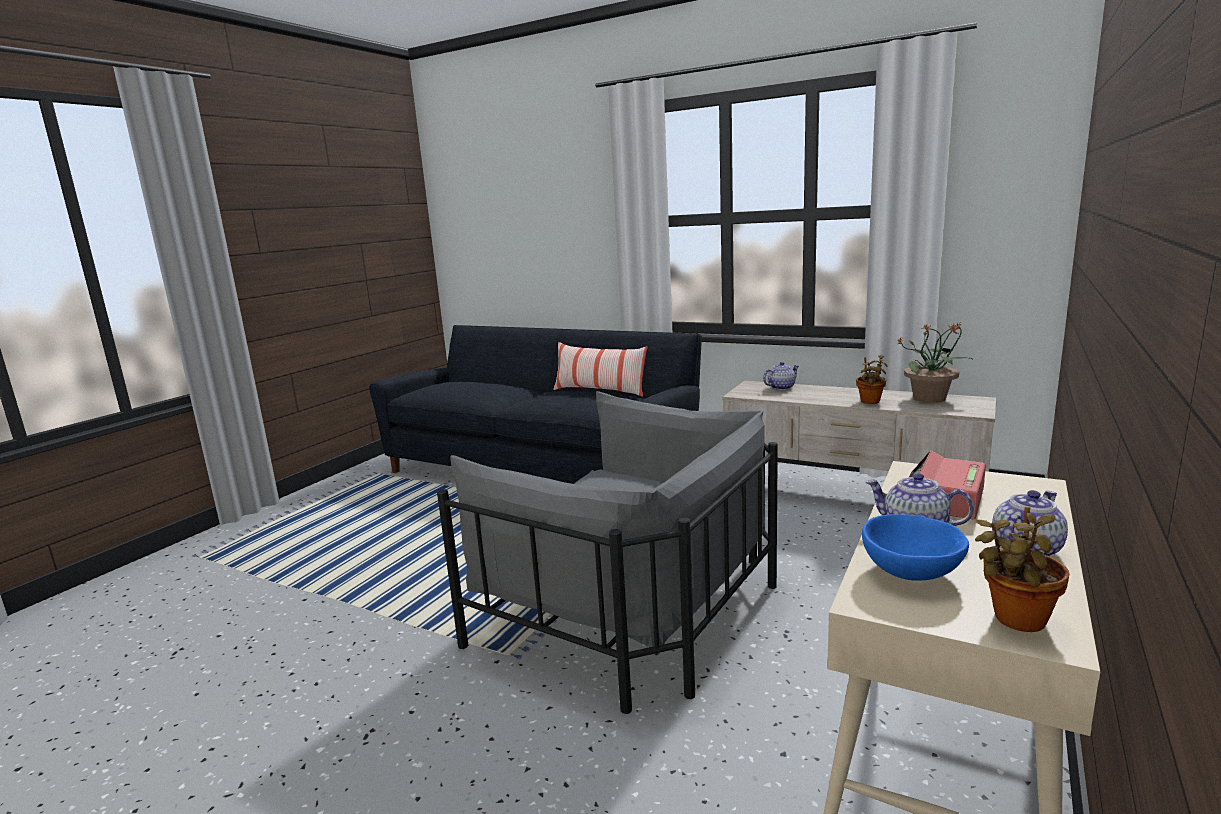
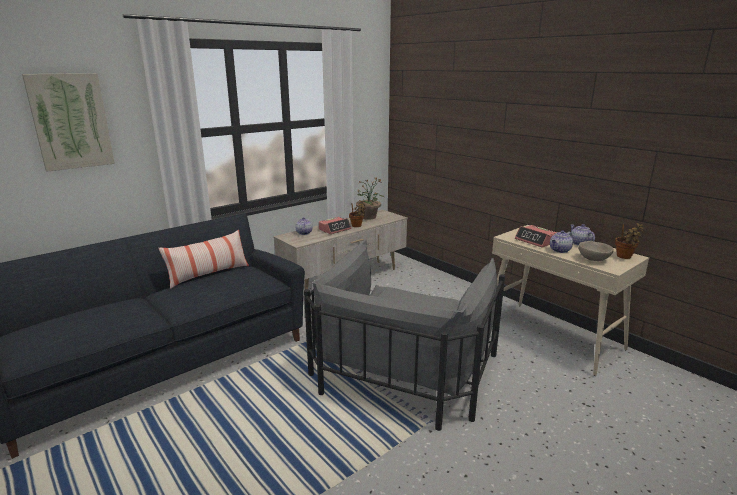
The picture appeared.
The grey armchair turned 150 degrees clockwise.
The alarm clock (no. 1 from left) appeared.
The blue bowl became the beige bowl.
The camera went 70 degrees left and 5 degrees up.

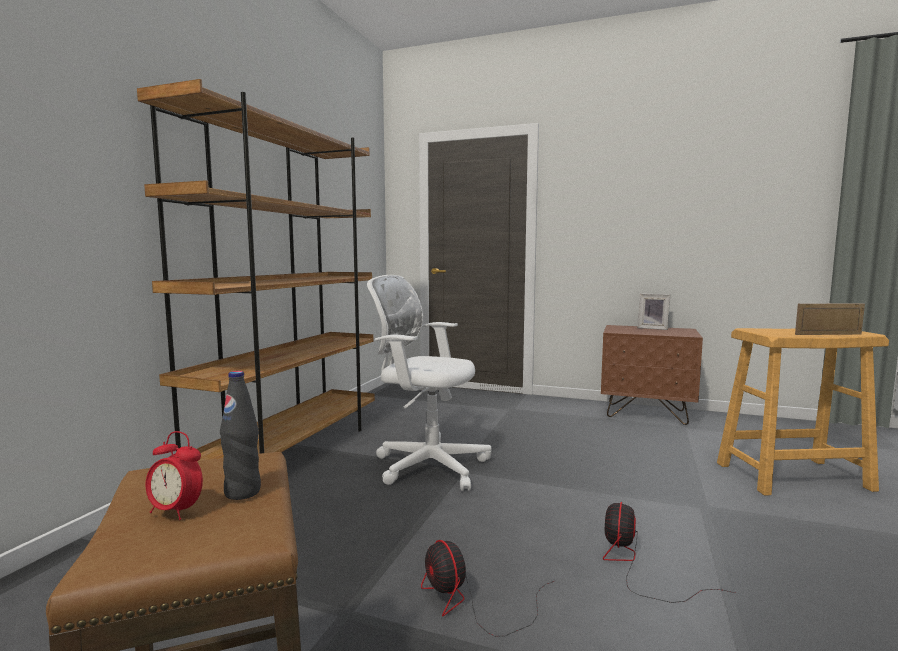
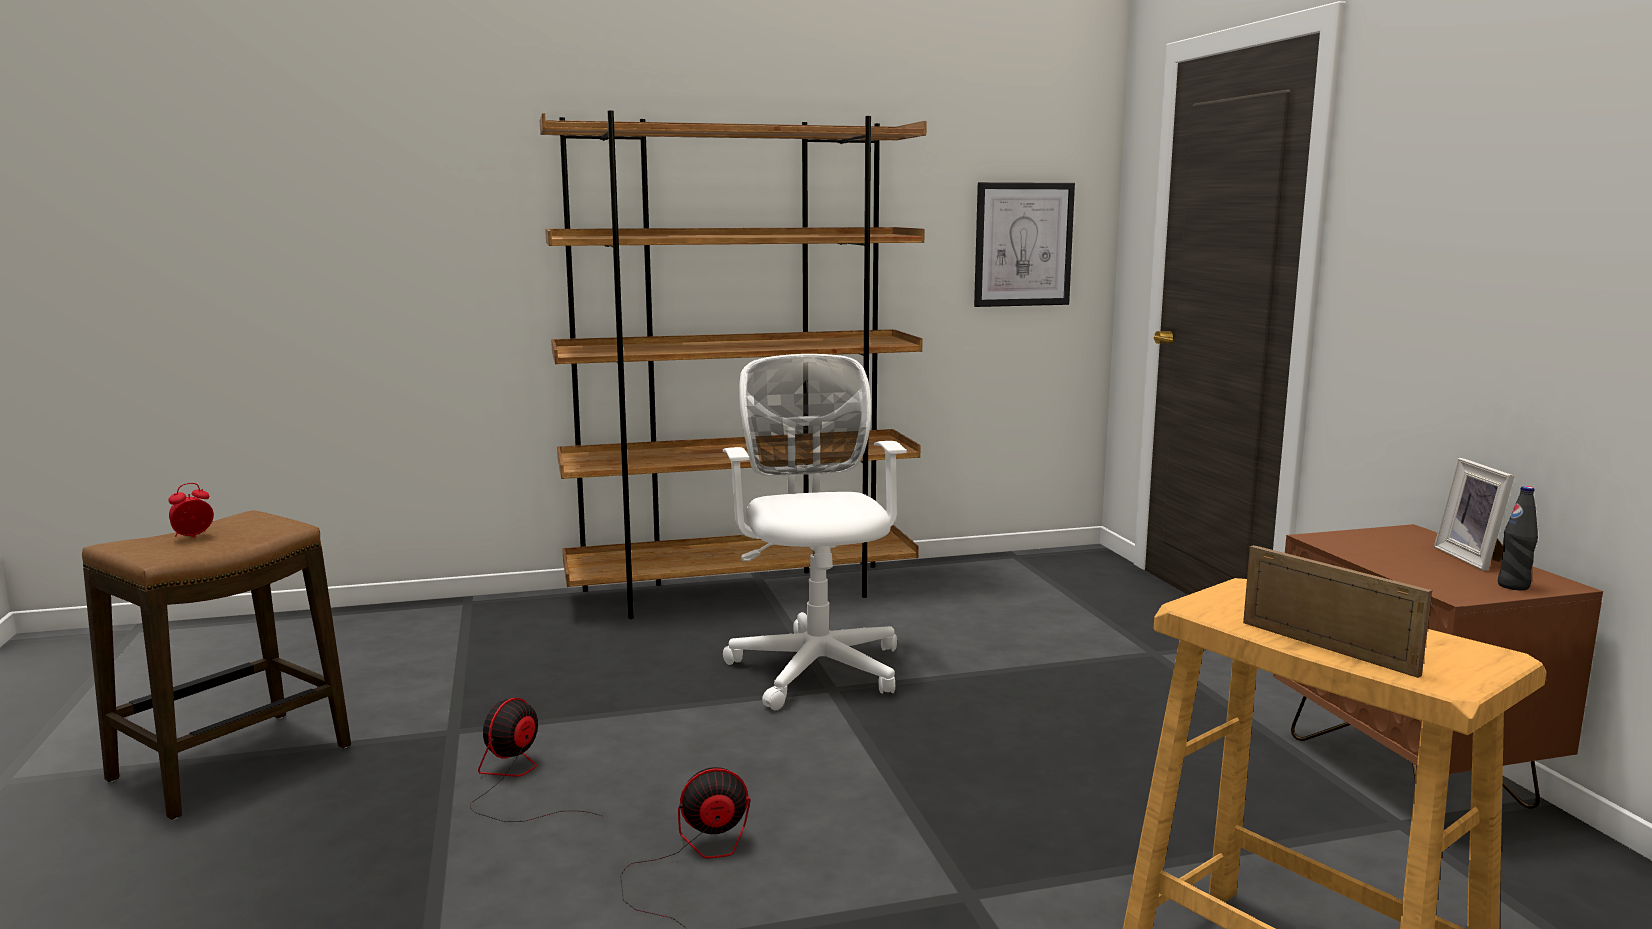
The alarm clock turned 60 degrees clockwise.
The picture appeared.
The black bottle moved.
The camera went 55 degrees right and 5 degrees up.

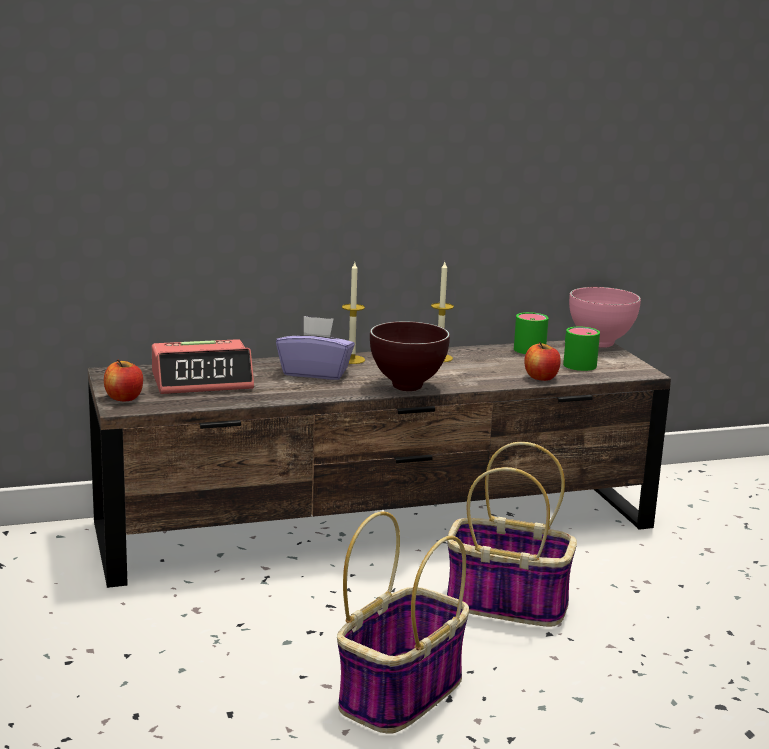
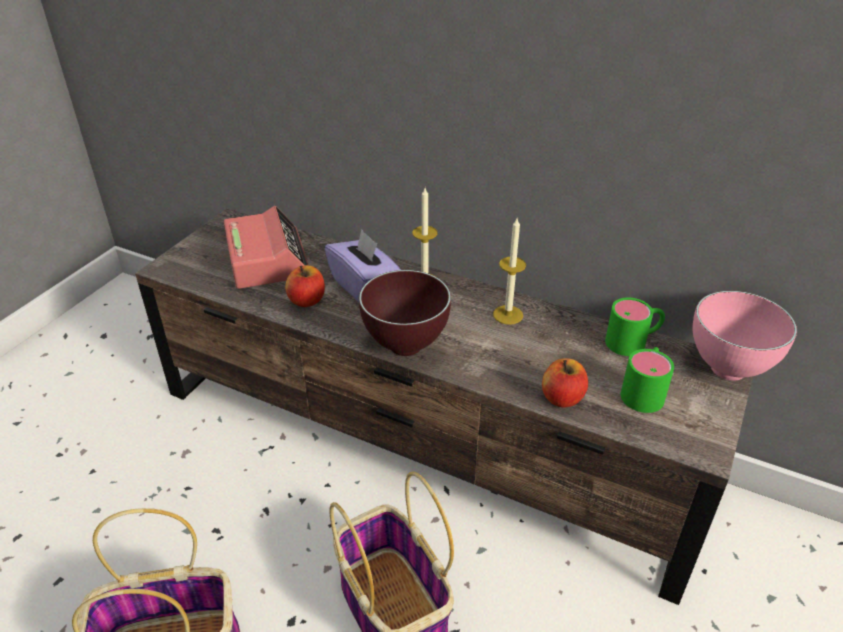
The alarm clock turned 135 degrees counterclockwise.
The apple (no. 1 from left) moved.
The camera went 45 degrees right and 20 degrees up.

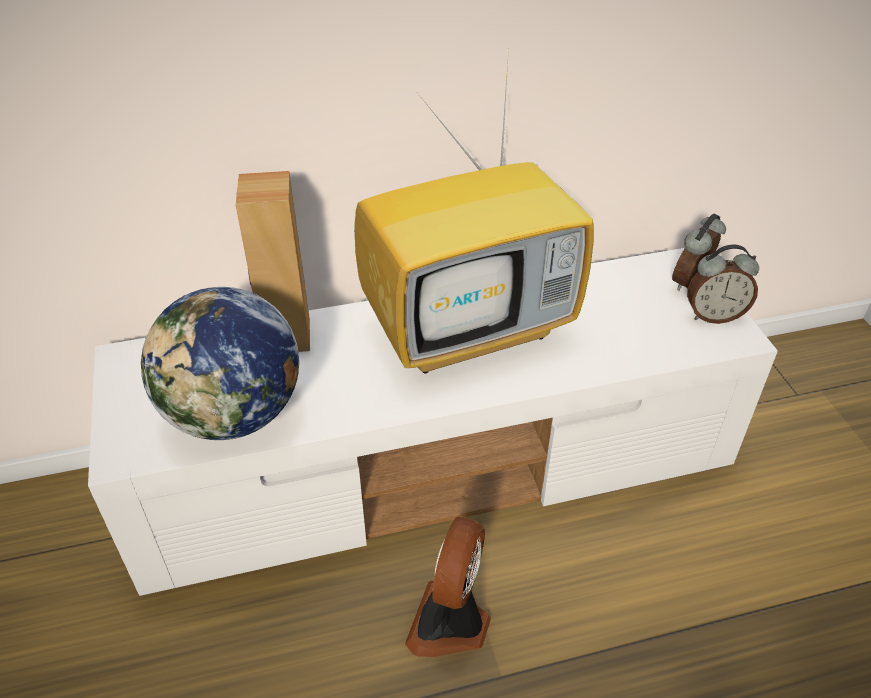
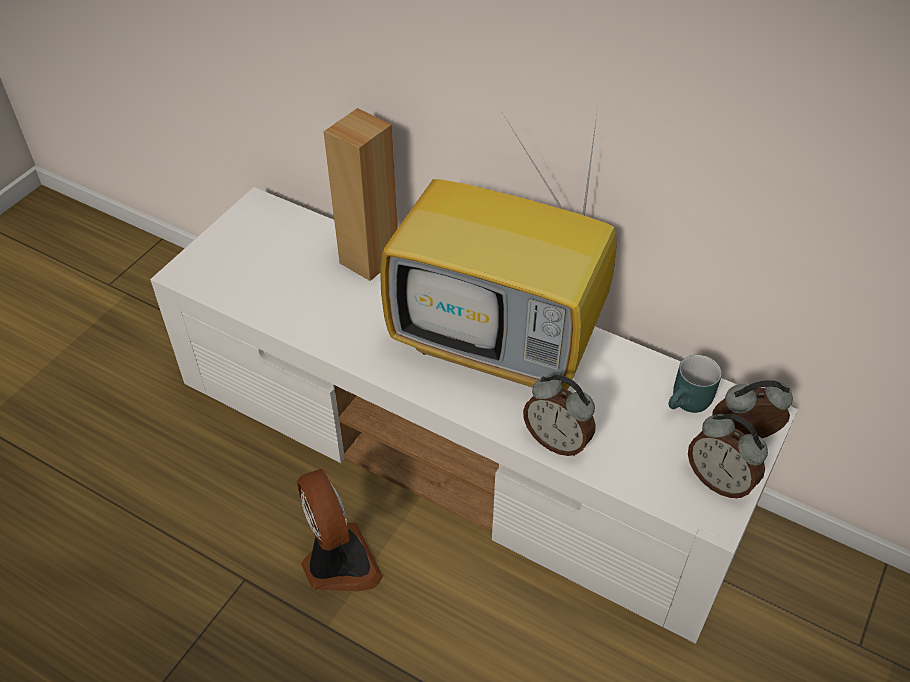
The fan turned 90 degrees clockwise.
The alarm clock (no. 1 from left) appeared.
The turquoise mug appeared.
The globe disappeared.
The camera went 45 degrees right and 5 degrees up.

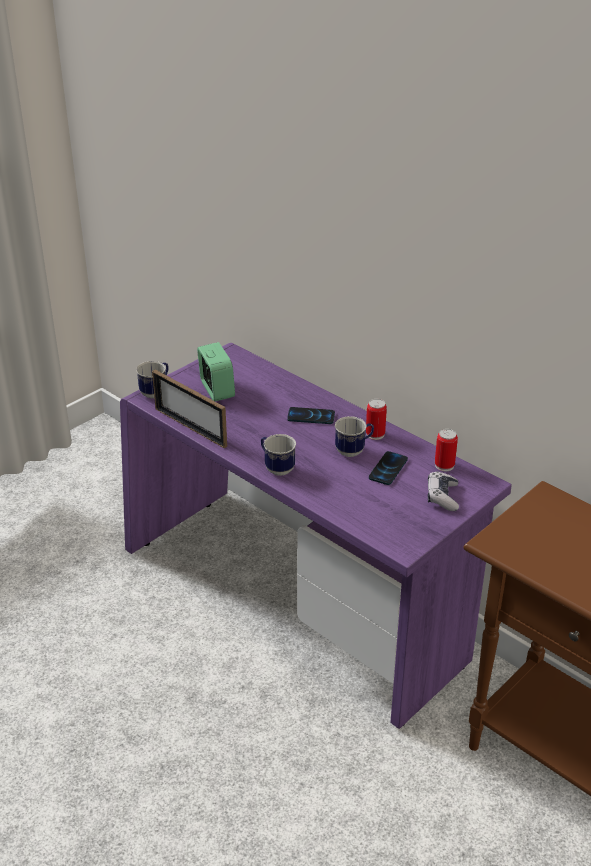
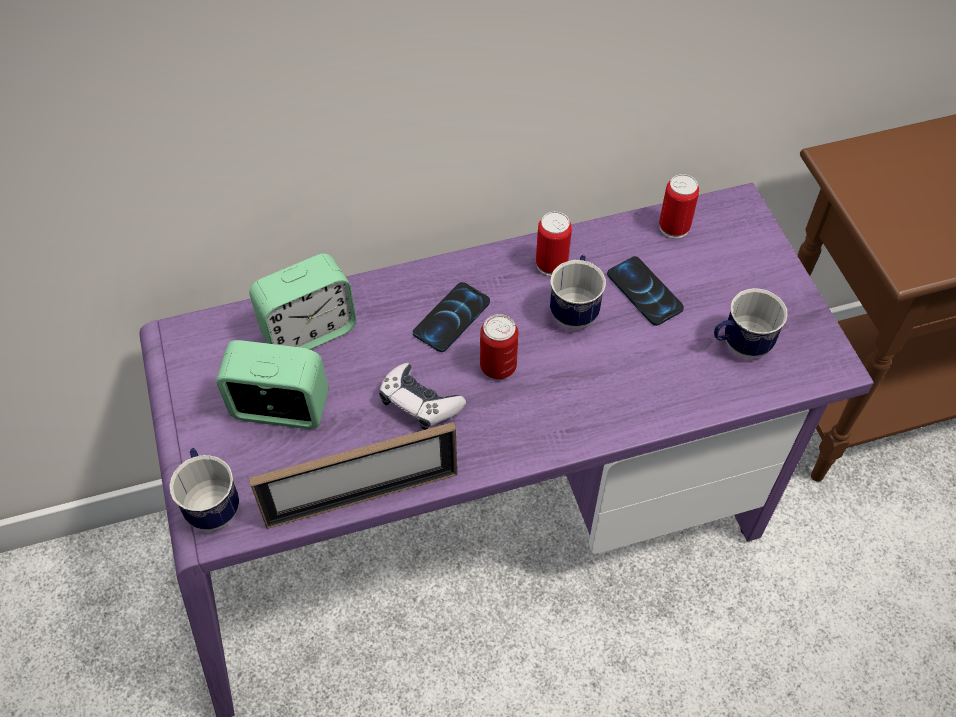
The alarm clock (no. 2 from left) appeared.
The game controller moved.
The can (no. 1 from left) appeared.
The mug (no. 2 from left in the first image) moved.
The camera went 60 degrees left and 20 degrees up.

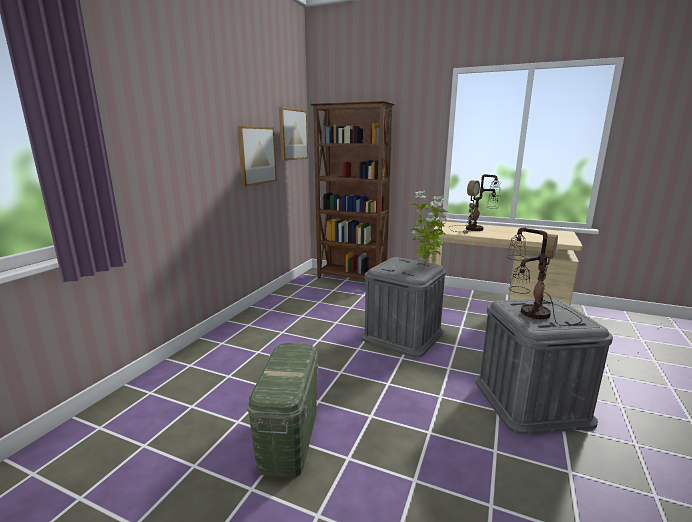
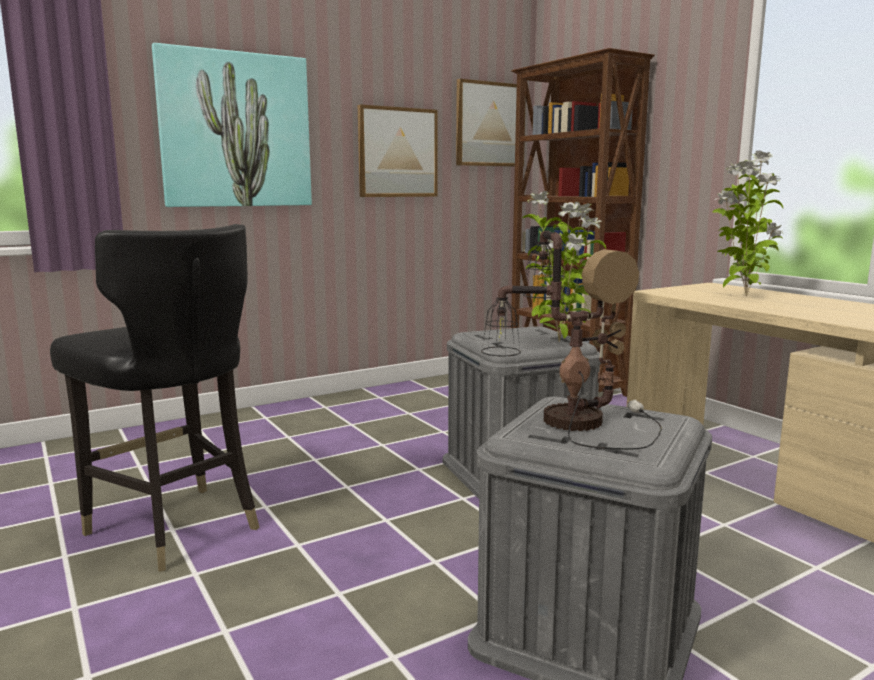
The green storage box was replaced by the black chair.
The picture (no. 1 from left) appeared.
The table lamp (no. 1 from left) was replaced by the potted plant (no. 2 from left).
The camera went 35 degrees right and 5 degrees down.

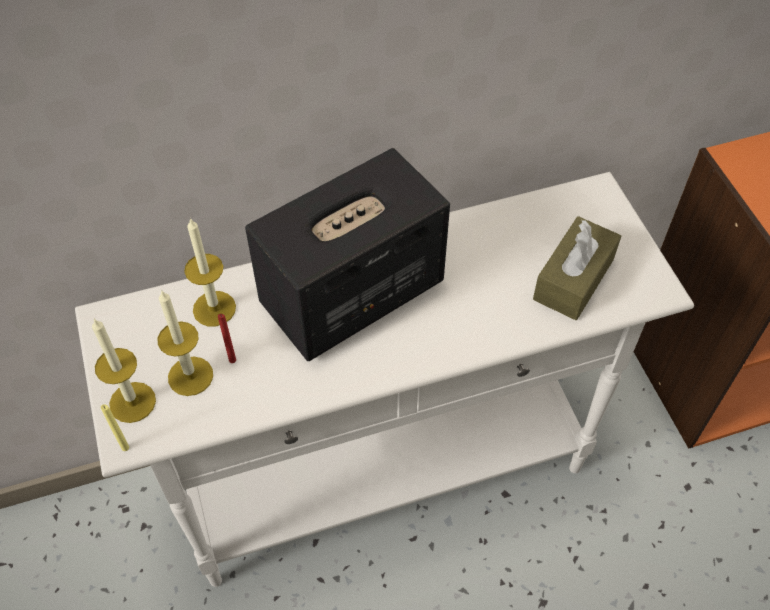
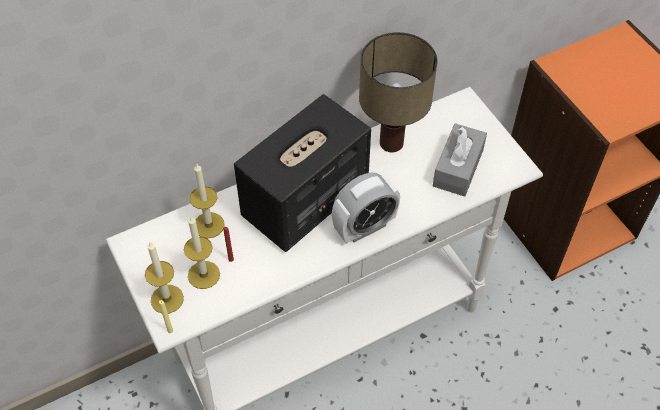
The alarm clock appeared.
The table lamp appeared.
The brown tissue box became the grey tissue box.
The camera went 10 degrees left and 0 degrees up.

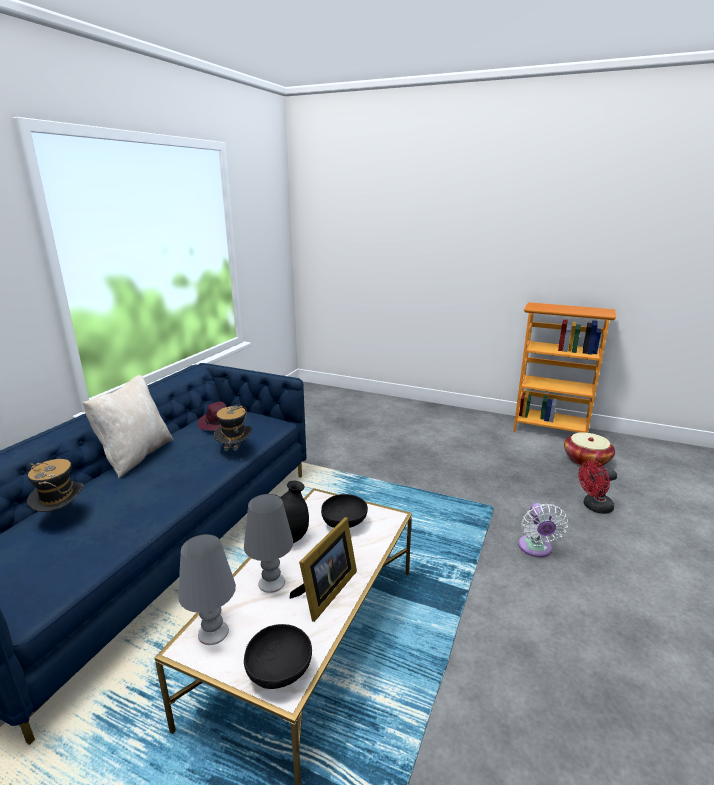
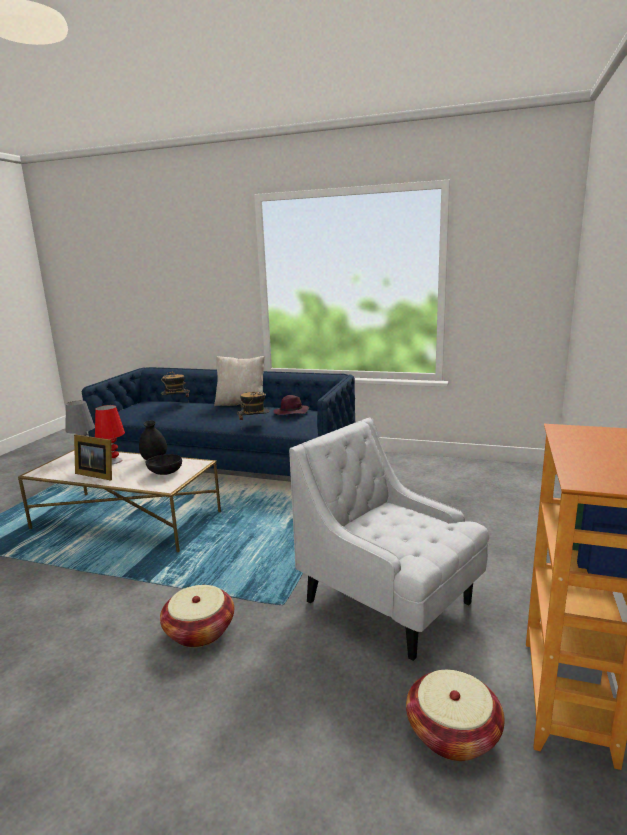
The grey table lamp (no. 2 from left) became the red table lamp.
The white fan was replaced by the basket (no. 1 from left).
The white armchair appeared.
The black bowl (no. 1 from left) disappeared.
The red fan disappeared.
The camera went 85 degrees right and 5 degrees down.

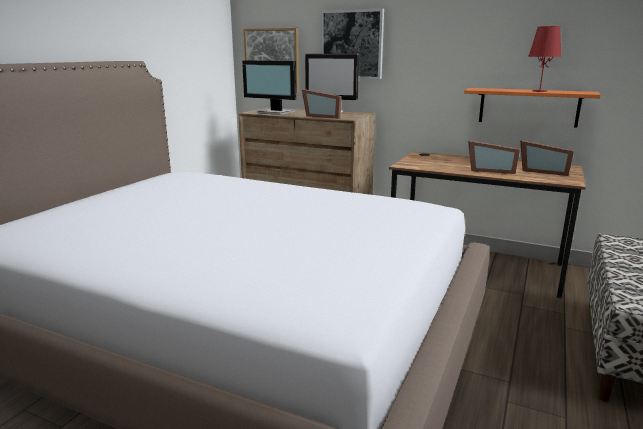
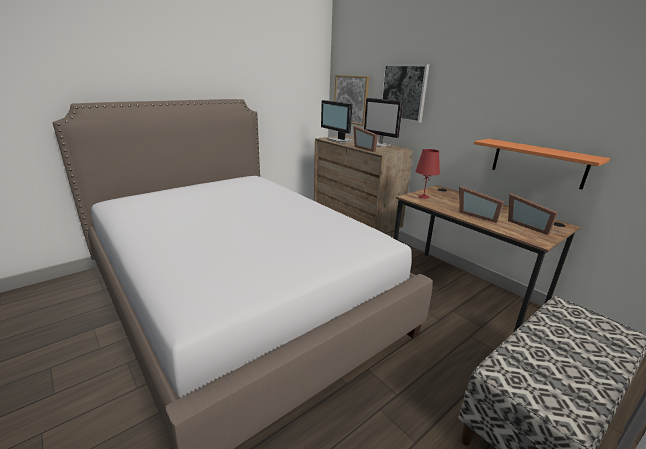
The red table lamp moved.
The camera went 25 degrees right and 5 degrees up.

